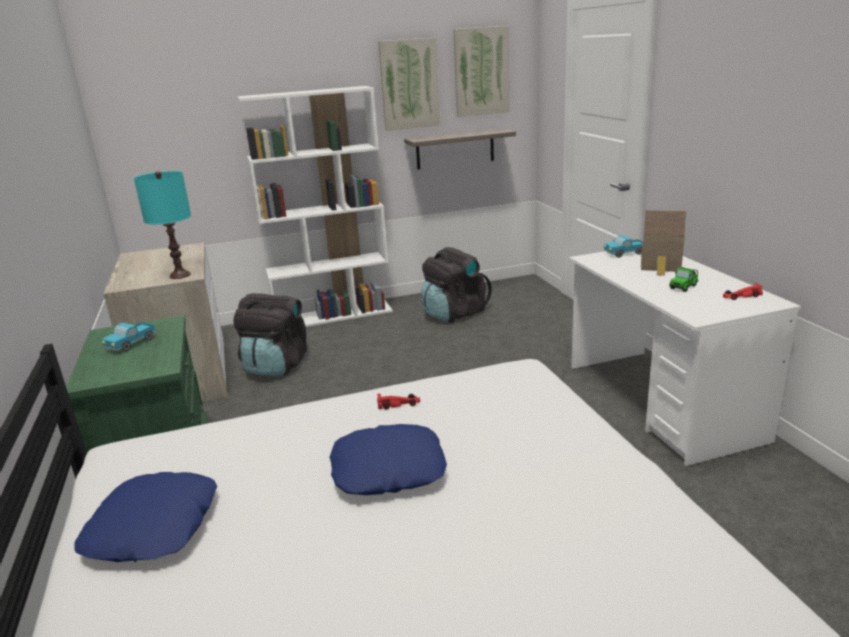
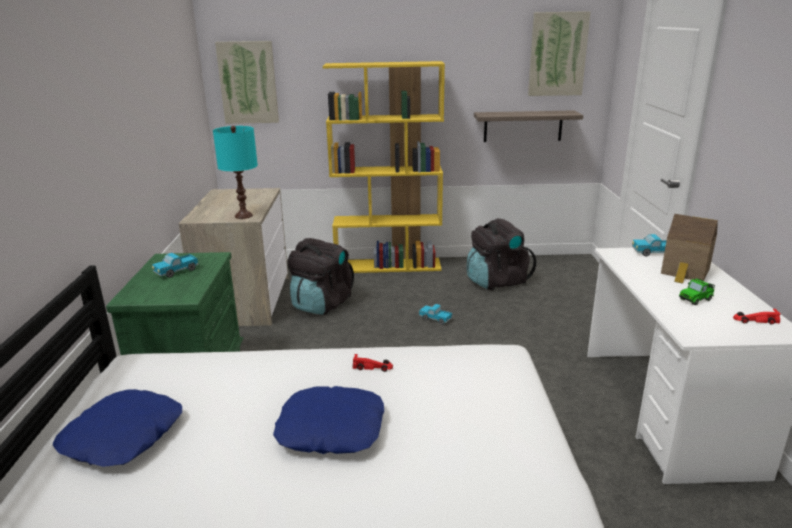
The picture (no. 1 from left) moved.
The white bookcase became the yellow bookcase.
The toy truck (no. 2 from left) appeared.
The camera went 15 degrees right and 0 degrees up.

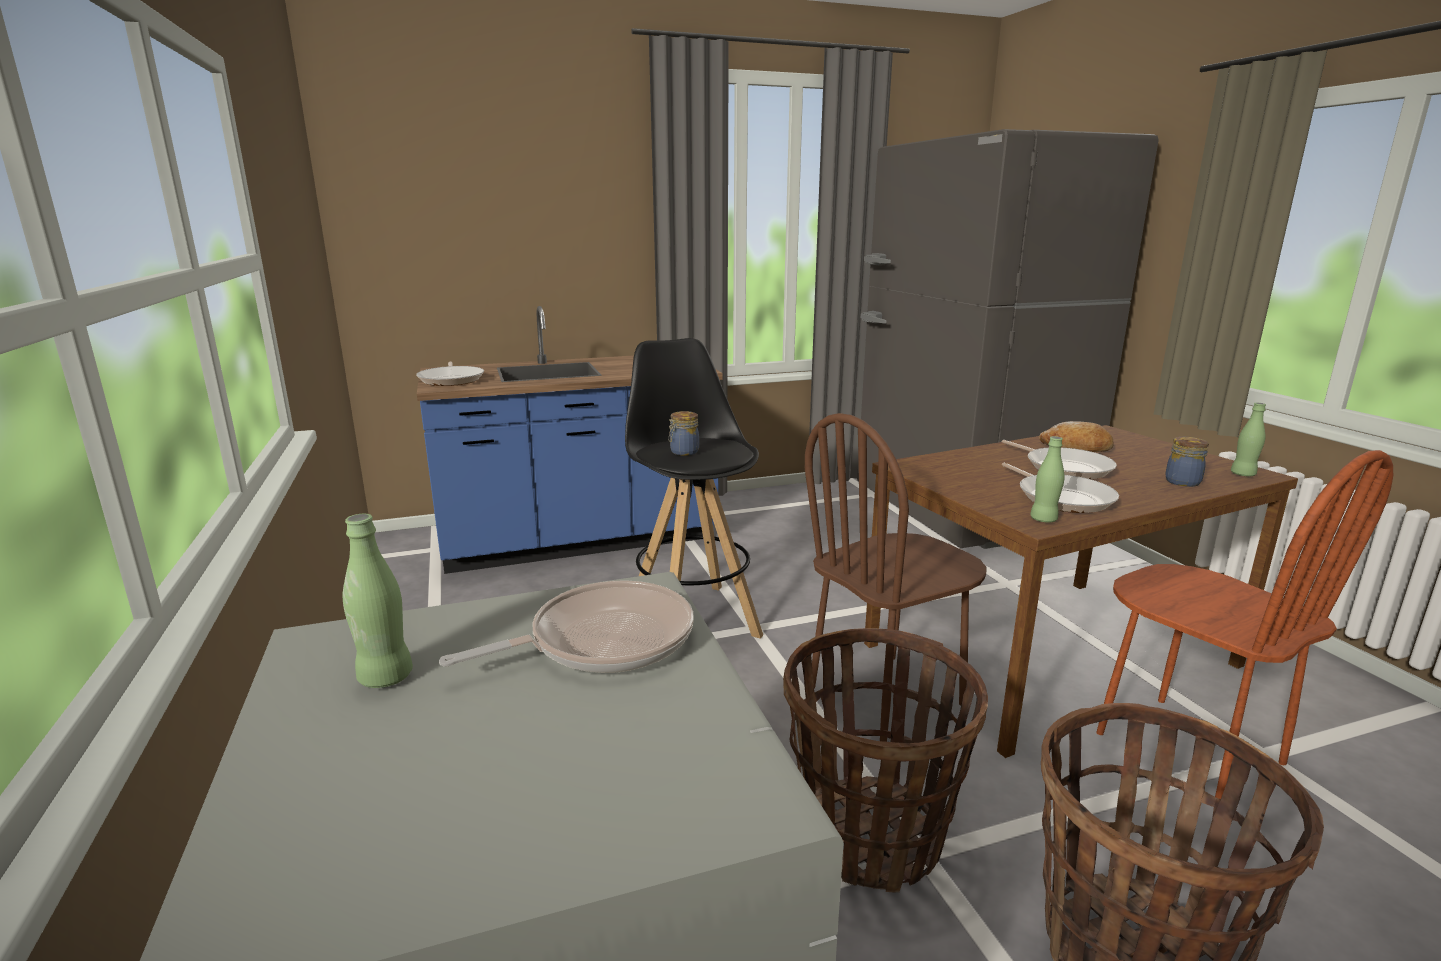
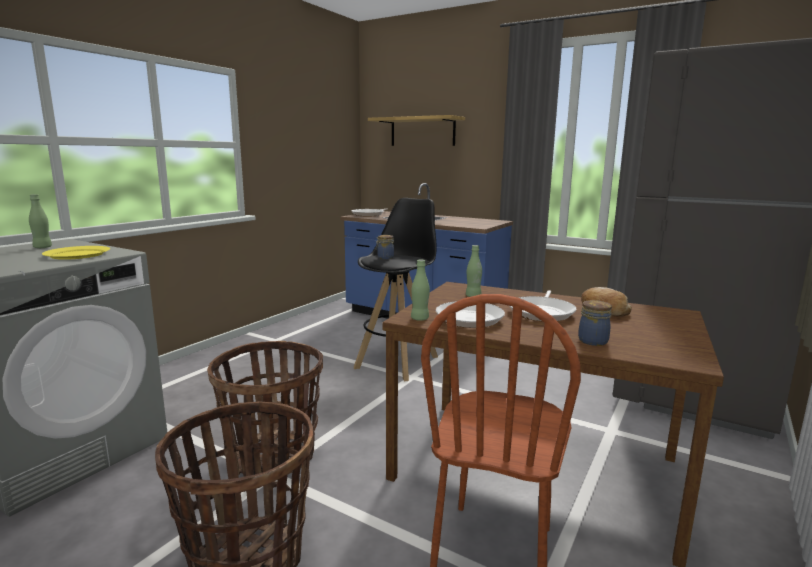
The frying pan (no. 2 from left) was replaced by the yellow plate.
The shelf appeared.
The green bottle (no. 3 from left) moved.
The brown chair (no. 1 from left) disappeared.
The camera went 50 degrees right and 5 degrees down.

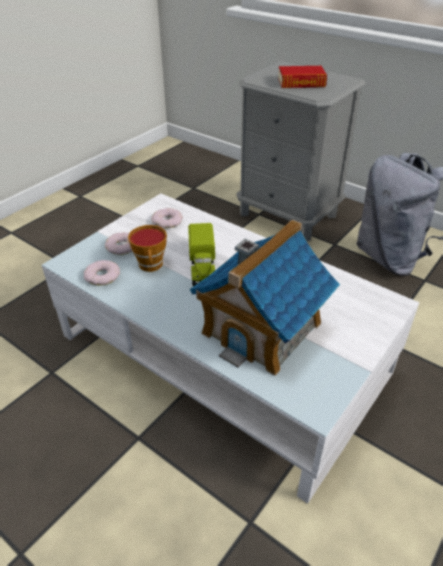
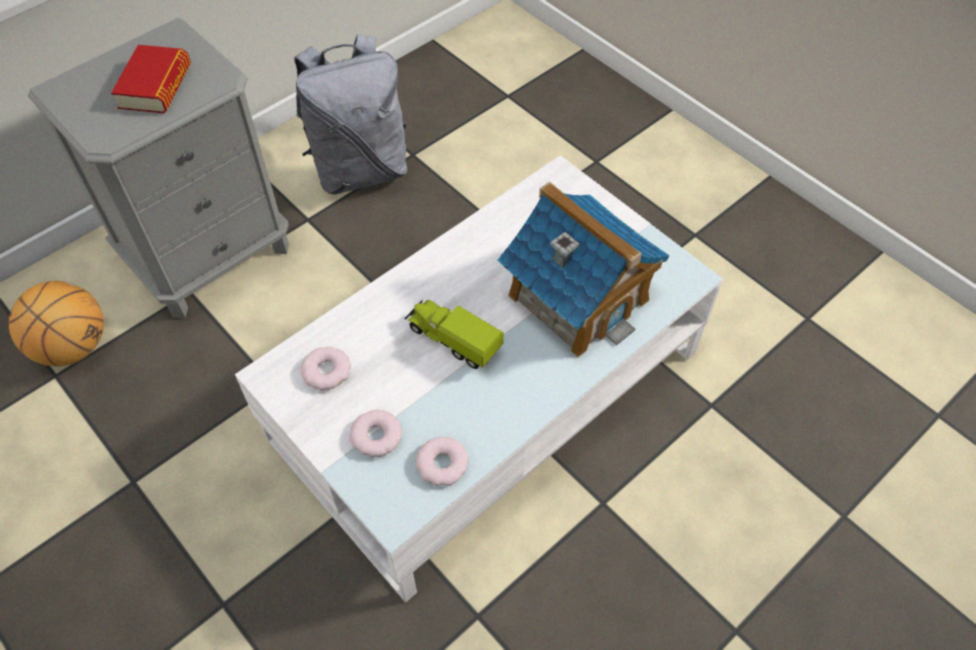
The basketball appeared.
The toy truck turned 150 degrees counterclockwise.
The cup disappeared.
The camera went 80 degrees left and 15 degrees up.

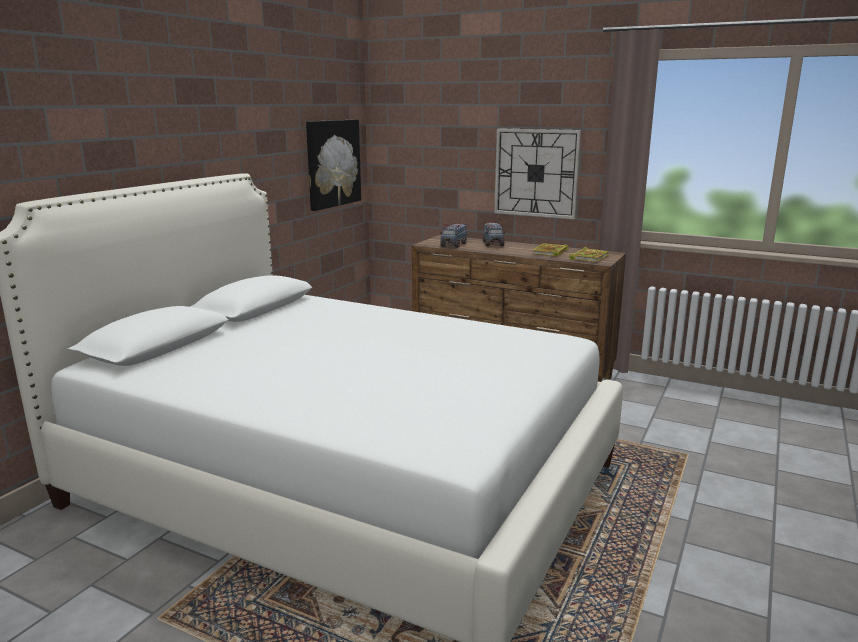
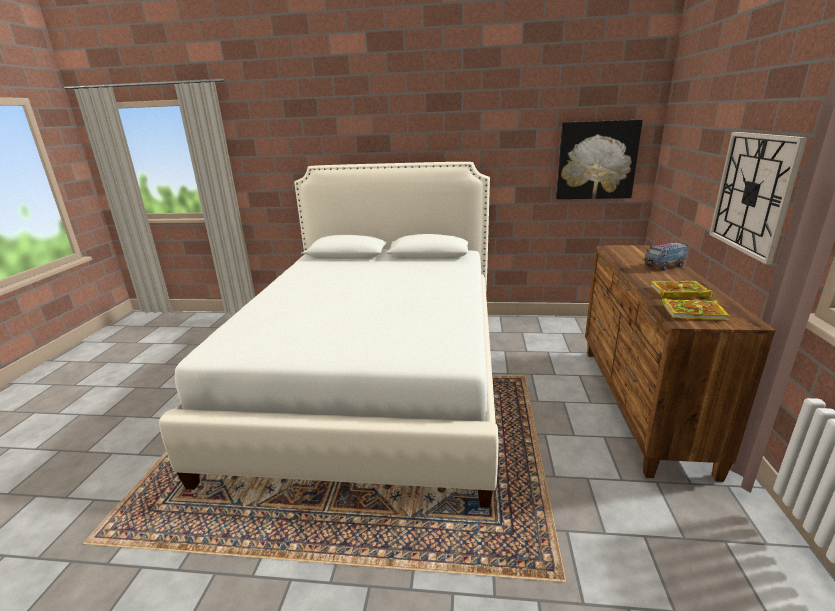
The toy truck (no. 1 from left) disappeared.
The camera went 70 degrees right and 5 degrees up.

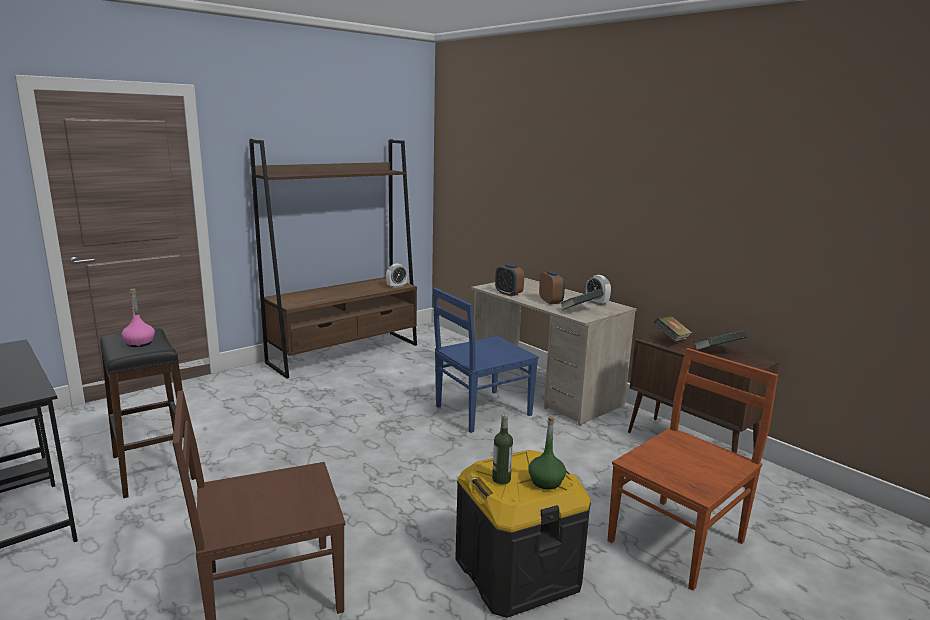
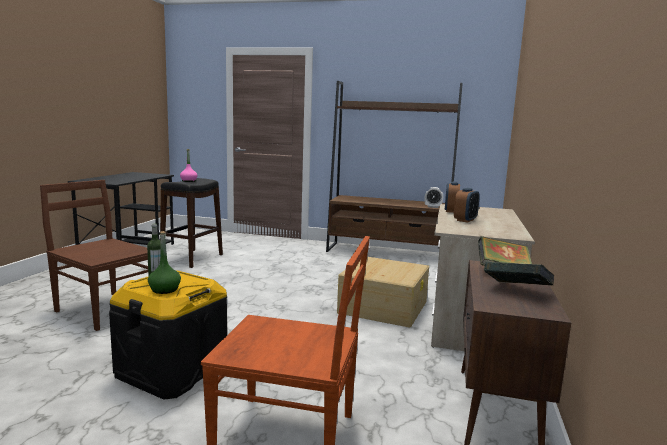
The blue chair was replaced by the beige storage box.
The book (no. 1 from left) disappeared.
The alarm clock (no. 4 from left) disappeared.
The camera went 55 degrees right and 5 degrees down.

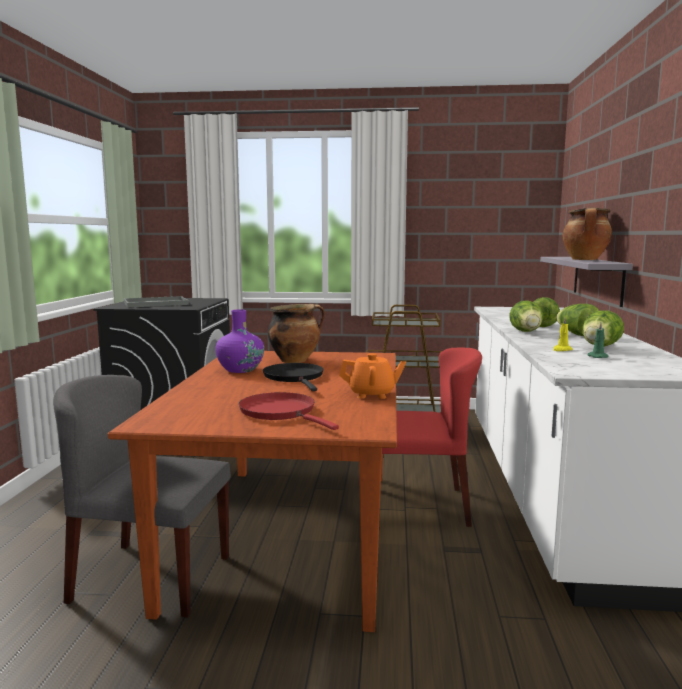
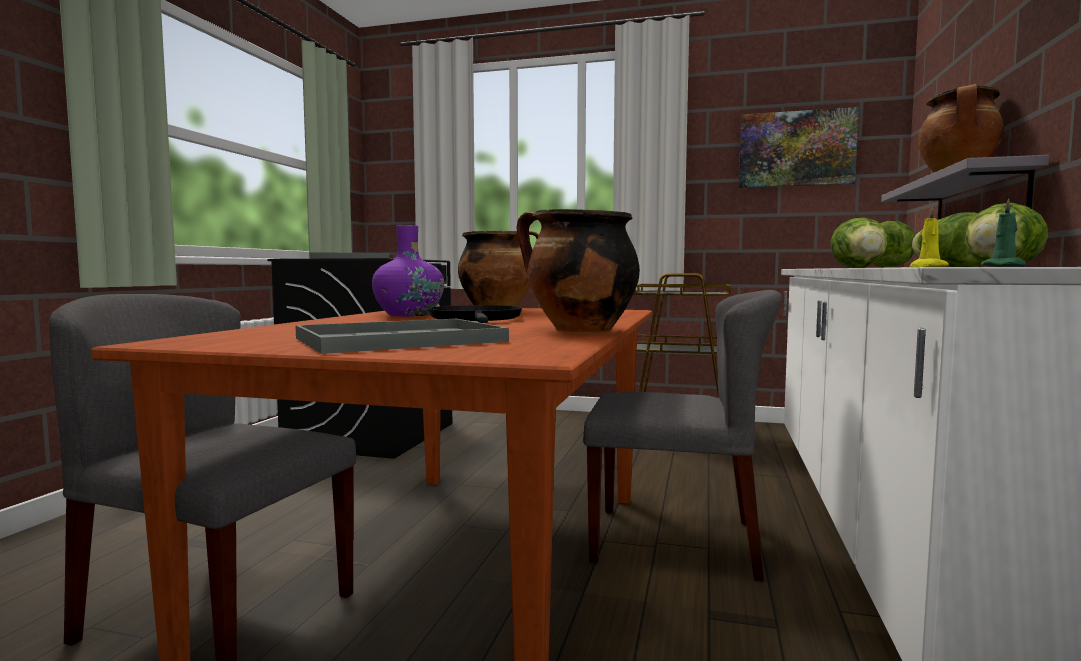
The red frying pan was replaced by the grey tray (no. 2 from left).
The orange teapot was replaced by the cooking pot (no. 2 from left).
The red chair became the grey chair (no. 2 from left).
The picture appeared.
The camera went 10 degrees right and 5 degrees down.

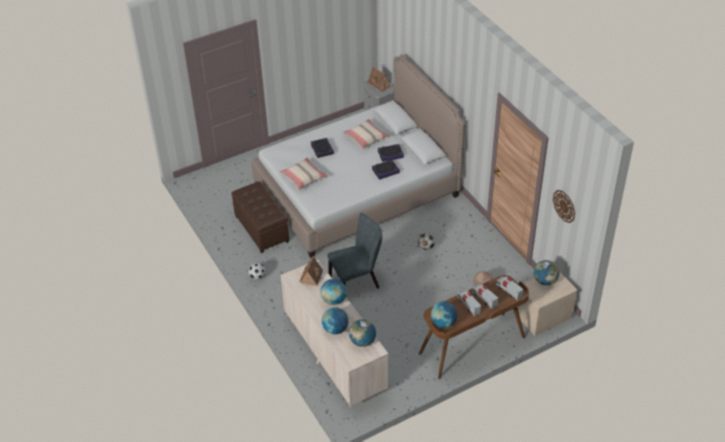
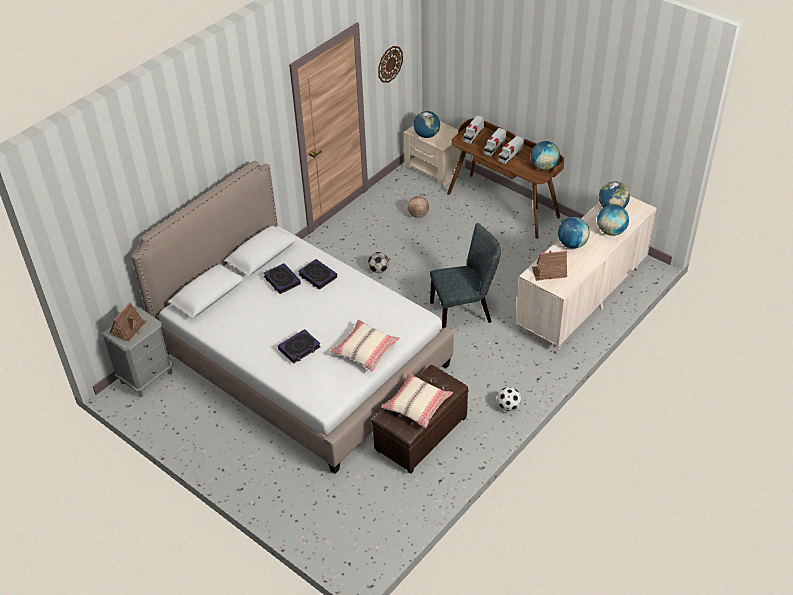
The beige pillow (no. 2 from left) moved.
The grey chair turned 120 degrees clockwise.
The camera went 110 degrees left and 0 degrees up.

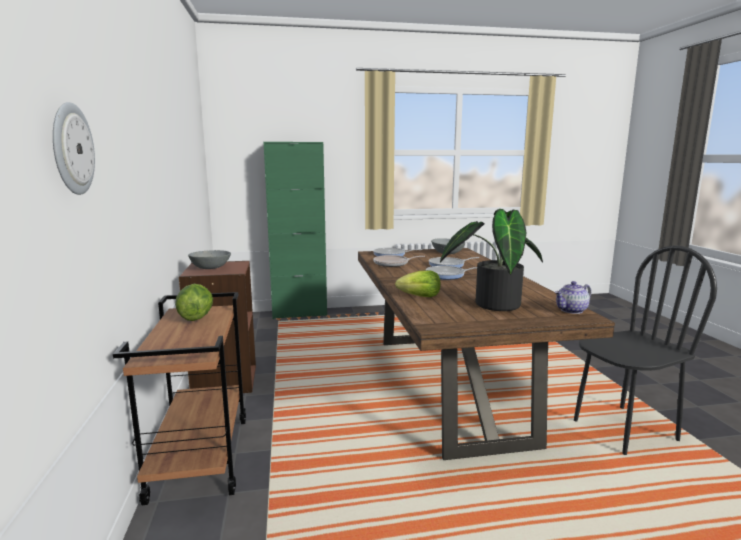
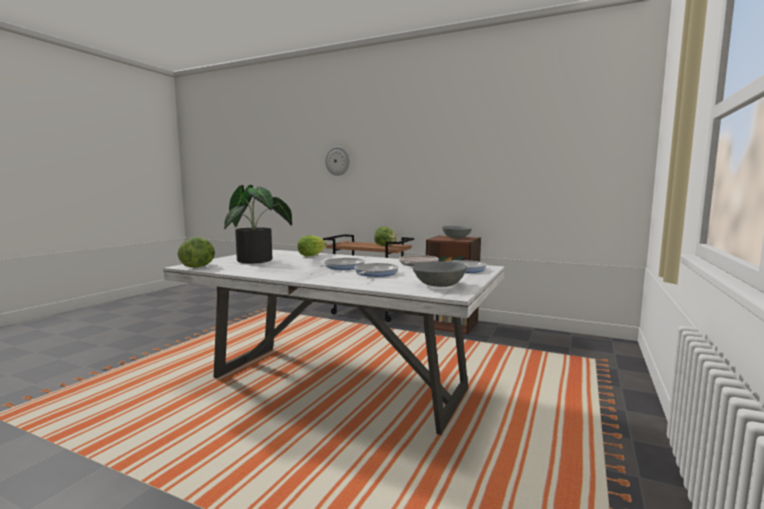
The brown dining table became the white dining table.
The teapot was replaced by the lettuce (no. 1 from left).
The green cabinet disappeared.
The black chair disappeared.
The camera went 125 degrees right and 5 degrees down.

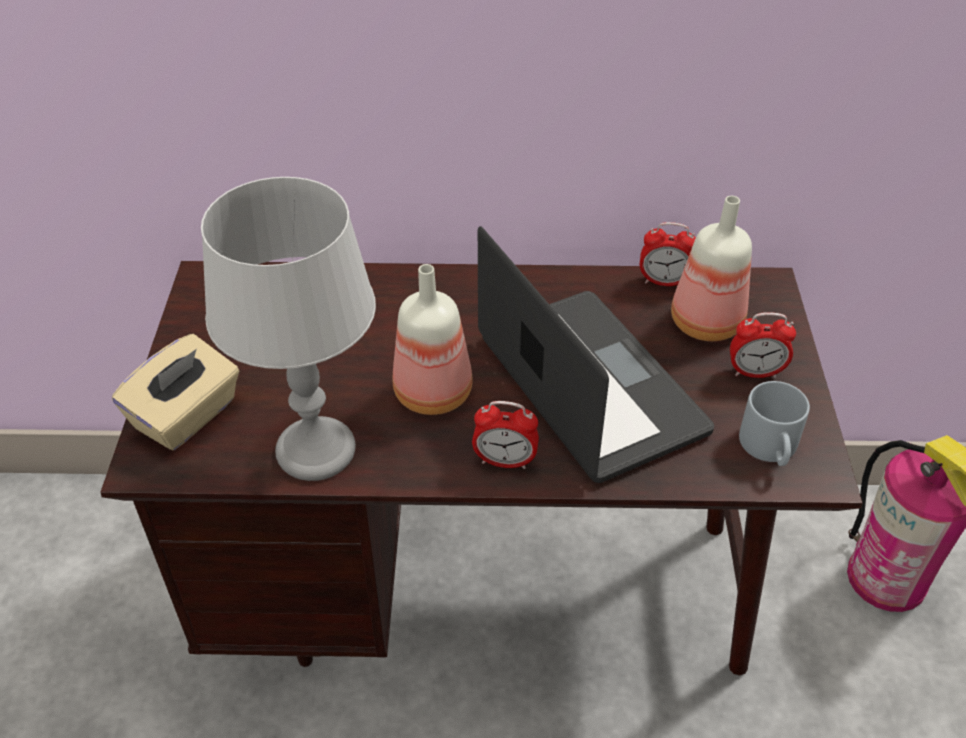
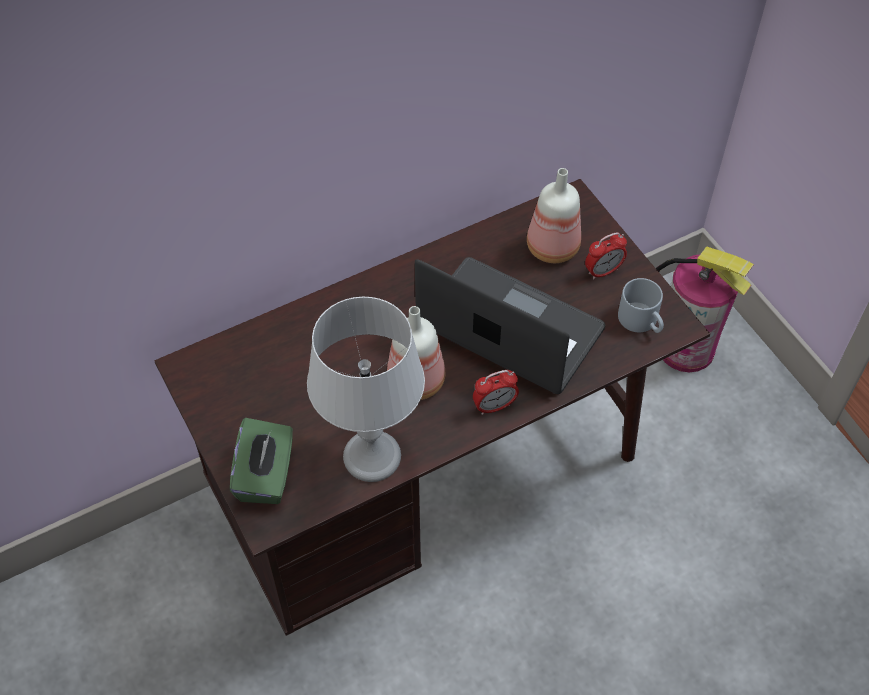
The beige tissue box became the green tissue box.
The alarm clock (no. 2 from left) disappeared.
The camera went 30 degrees left and 10 degrees up.

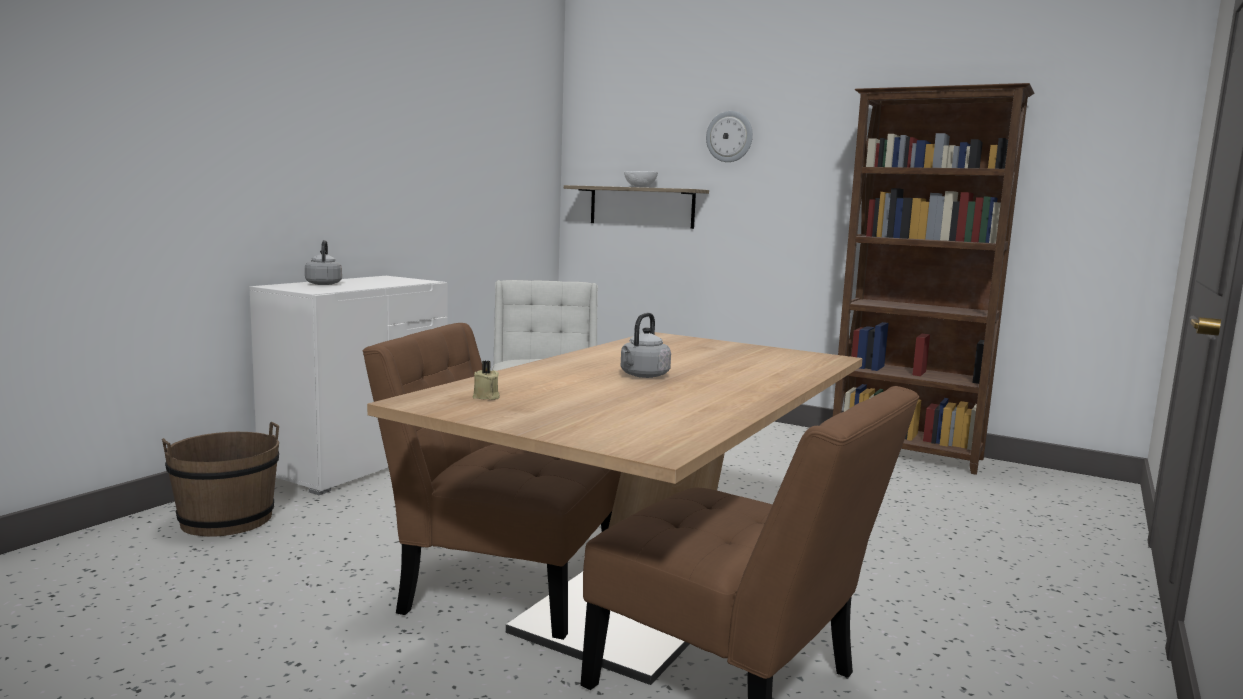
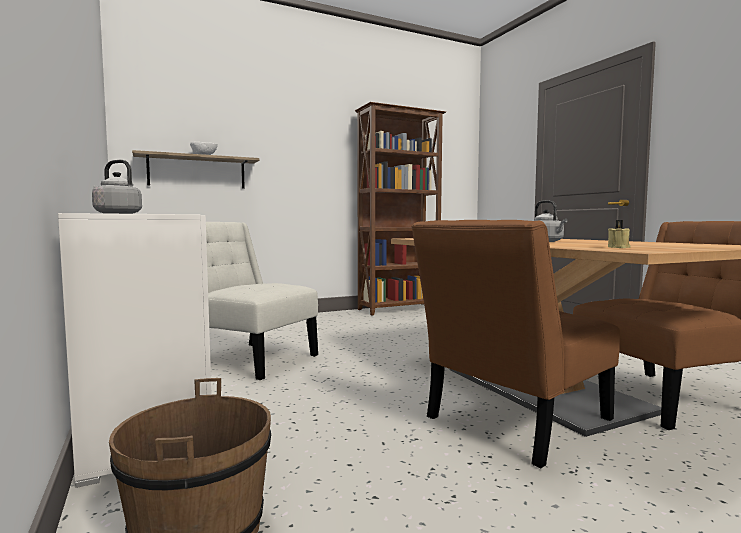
The wall clock disappeared.
The camera went 55 degrees left and 5 degrees down.

